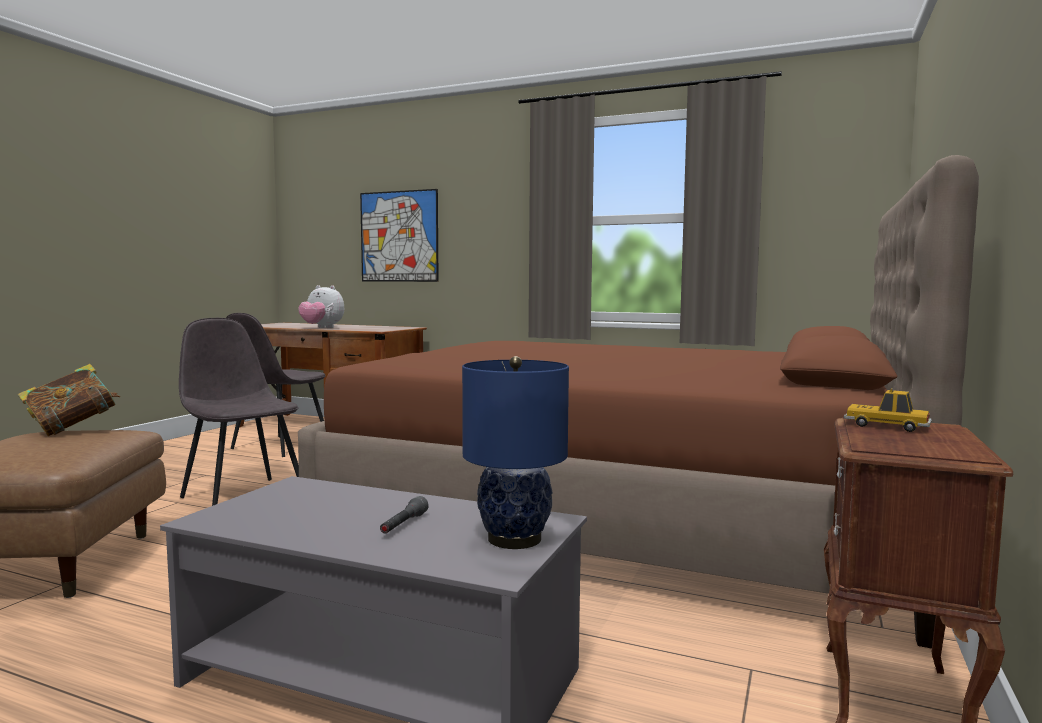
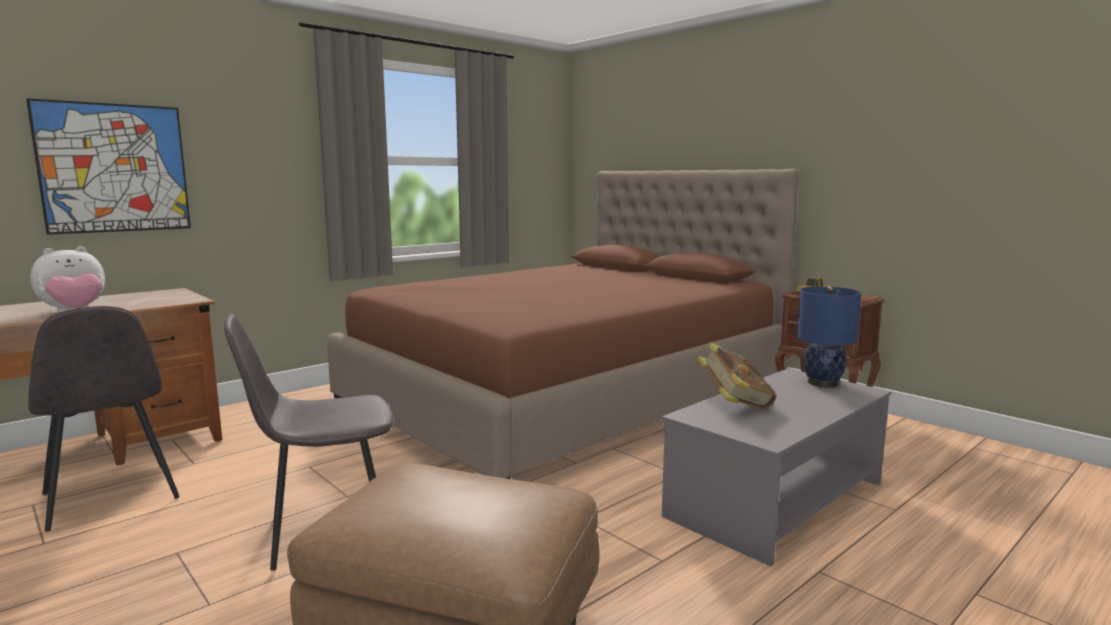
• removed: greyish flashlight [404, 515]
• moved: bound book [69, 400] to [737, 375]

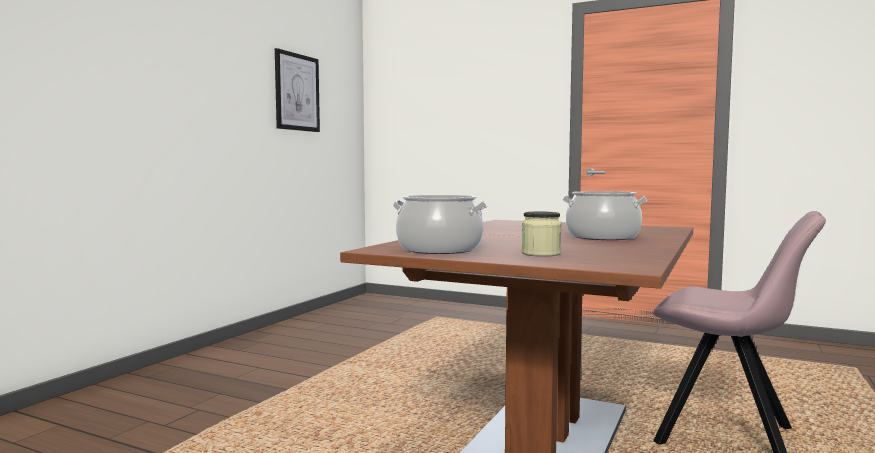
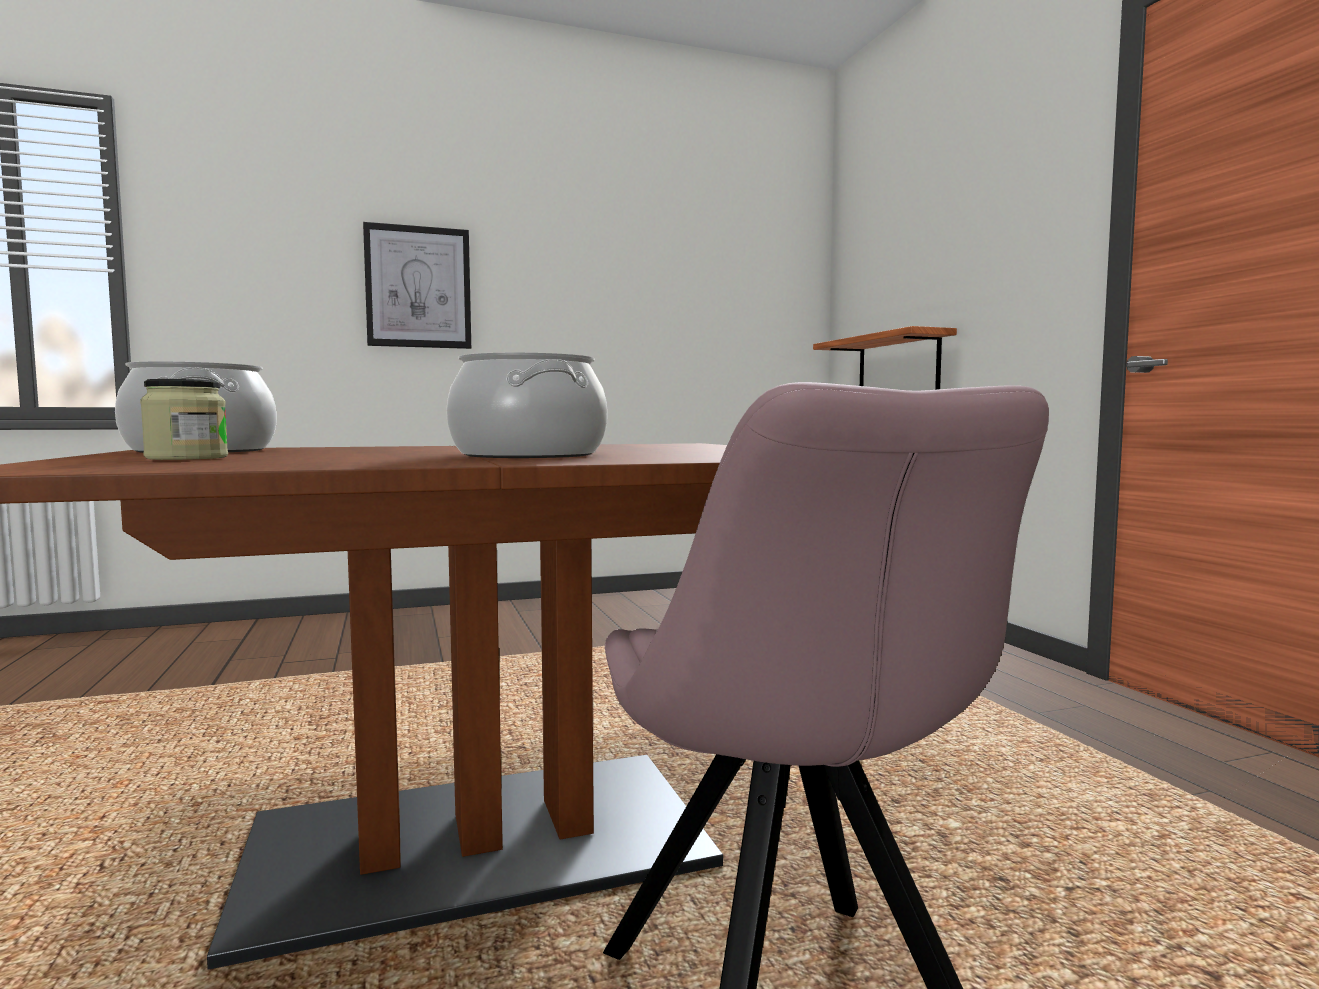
• added: wall shelf [885, 358]
• moved: wall picture [297, 90] to [417, 285]

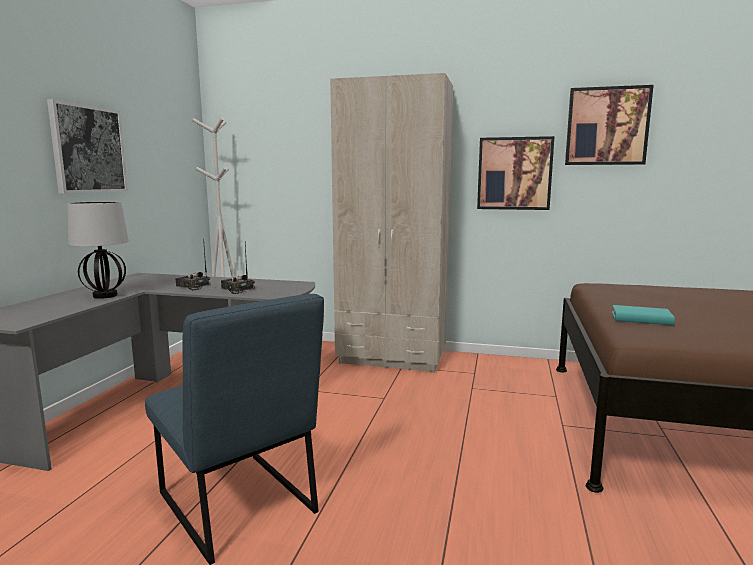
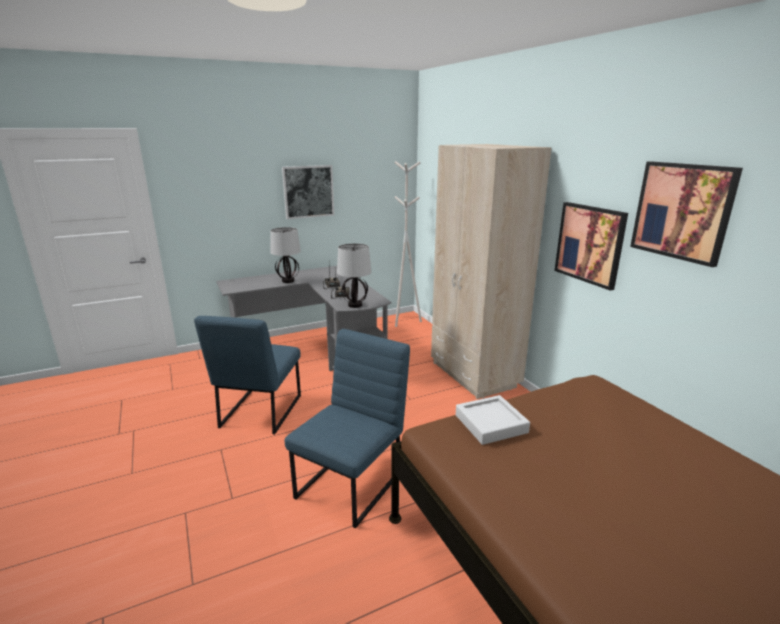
• added: blue chair [347, 429]
• added: lamp for a table [354, 275]
• replaced: turquoise-coloured bound book [643, 315] to greyish serving tray [493, 420]

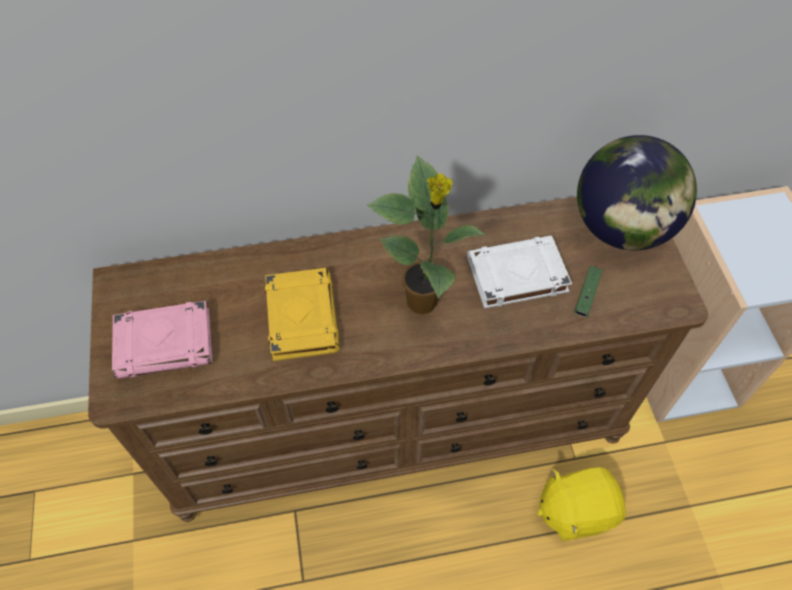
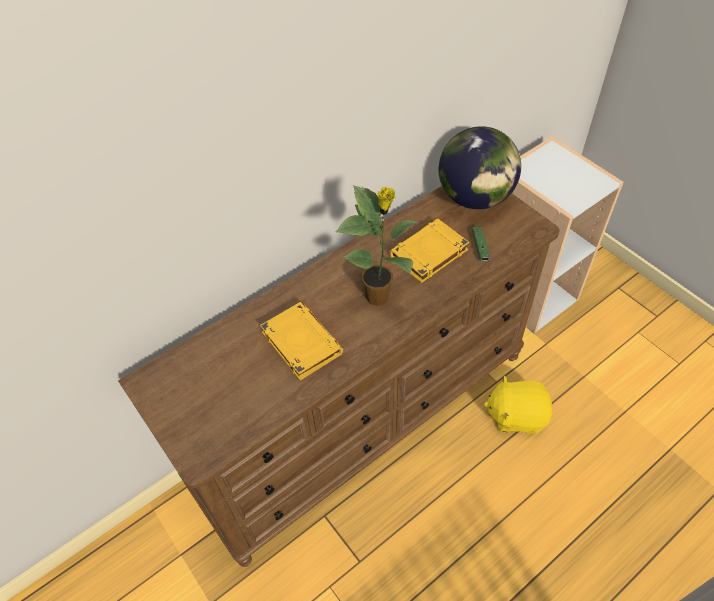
• removed: pink-coloured bound book [162, 340]
• recoloured: whitish bound book [519, 272] to yellow-coloured bound book [429, 251]
• turned: yellow-coloured soft toy [581, 504] = [518, 404] 45 degrees clockwise

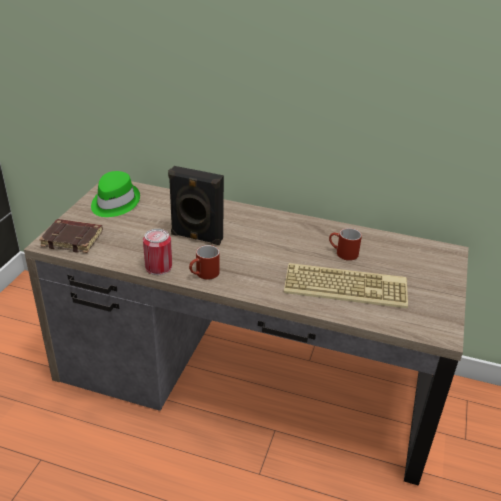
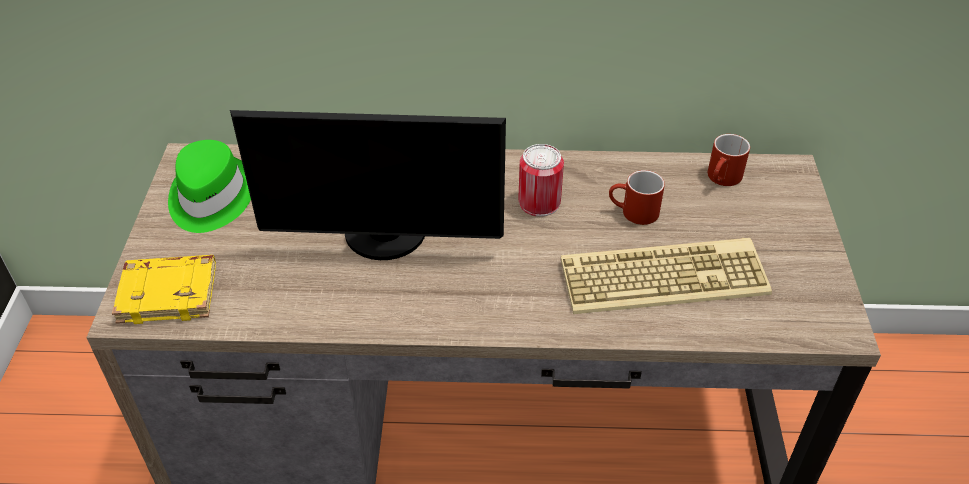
• moved: metal can [157, 252] to [541, 180]
• moved: reddish coffee mug [204, 262] to [729, 160]
• replaced: black loudspeaker [196, 205] to computer screen [368, 185]
• recoloured: brownish bound book [71, 236] to yellow-coloured bound book [164, 289]

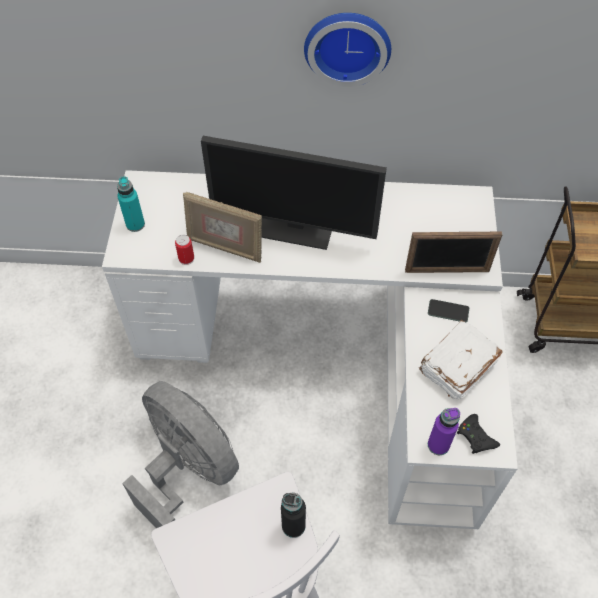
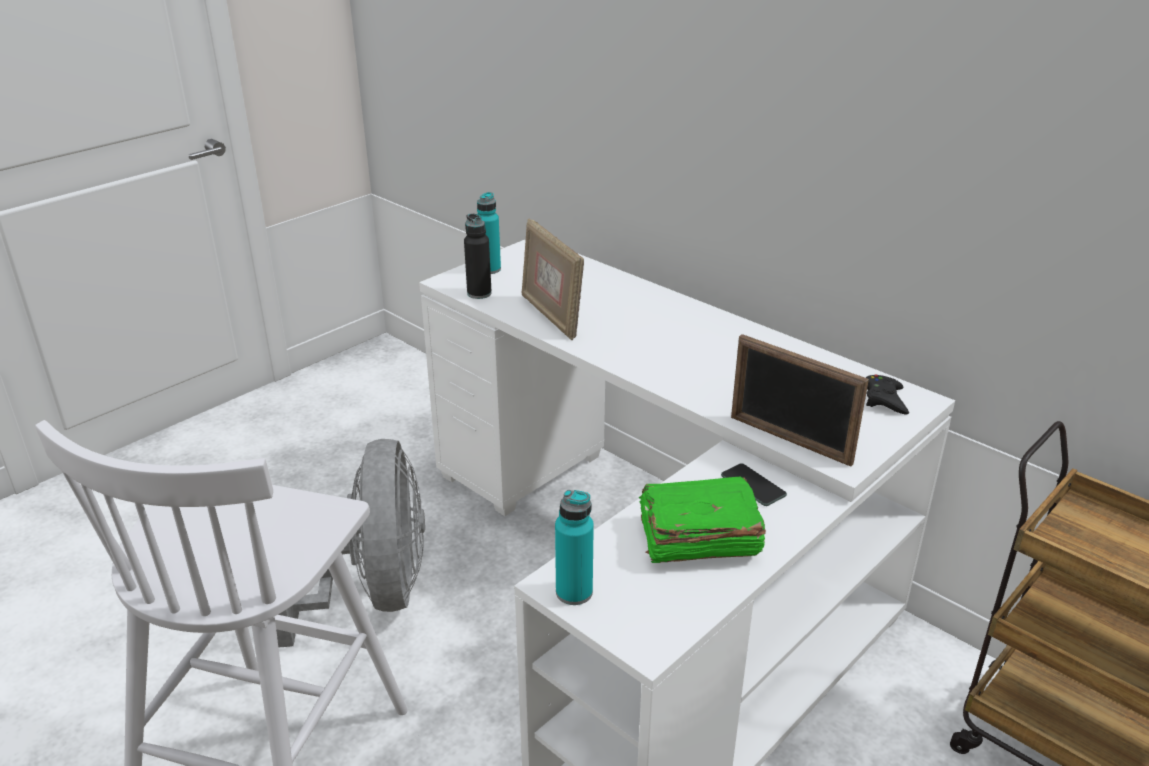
• removed: metal can [184, 250]
• removed: computer screen [294, 193]
• removed: wall clock [347, 50]
• moved: black beverage bottle [293, 515] to [478, 256]
• moved: black joypad [478, 434] to [887, 394]
• recoloured: whitish bound book [461, 359] to green bound book [702, 520]
• recoloured: purple beverage bottle [444, 431] to turquoise-coloured beverage bottle [574, 547]

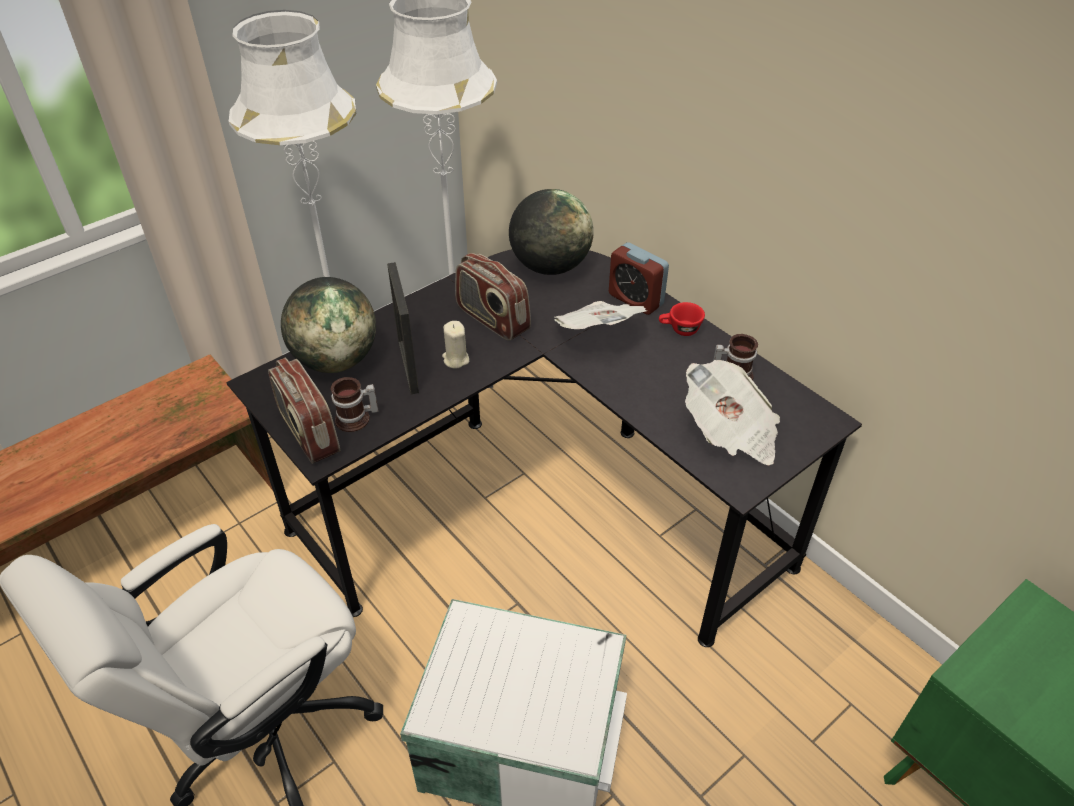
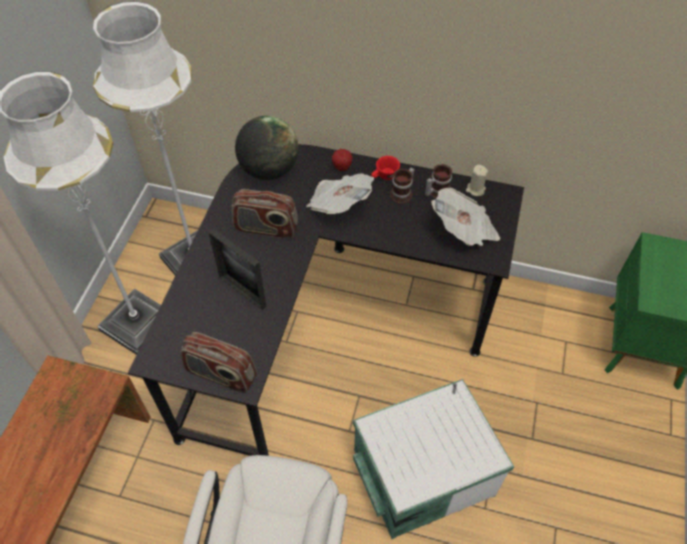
• removed: globe [328, 325]
• moved: coffee mug [355, 404] to [402, 185]
• moved: sand-coloured wax candle [455, 344] to [477, 180]
• replaced: alarm clock [639, 279] to apple [342, 160]

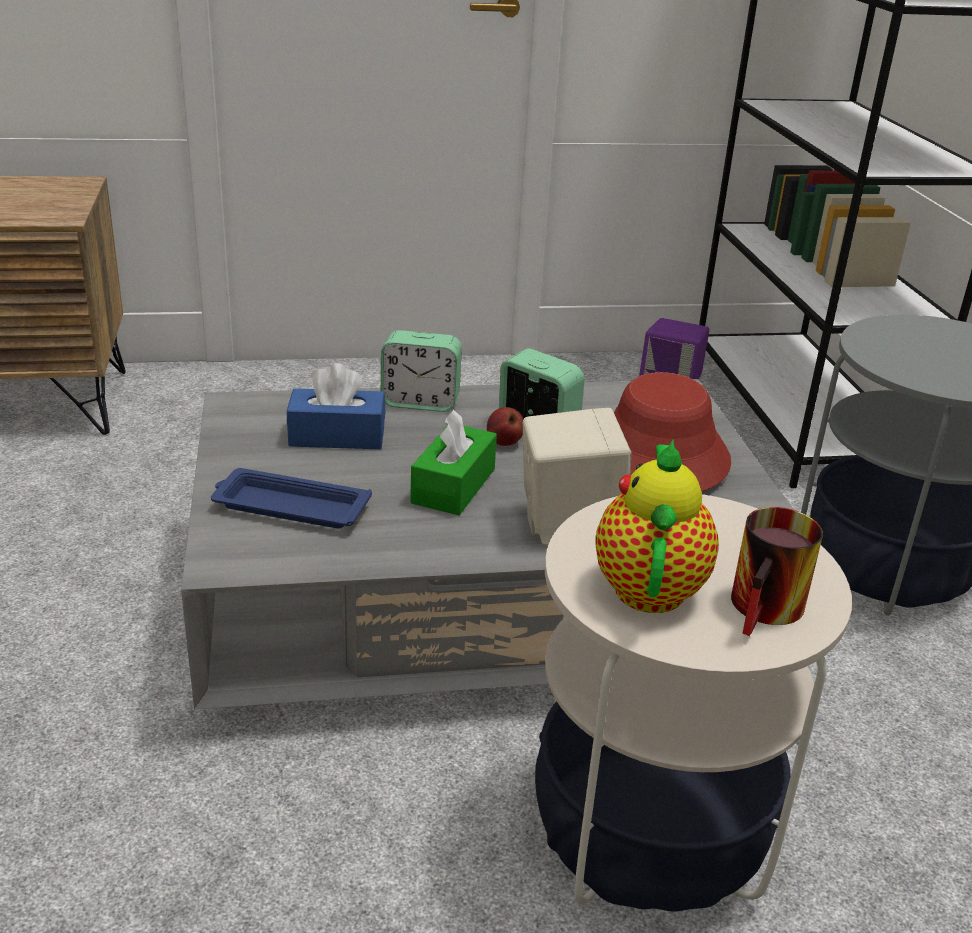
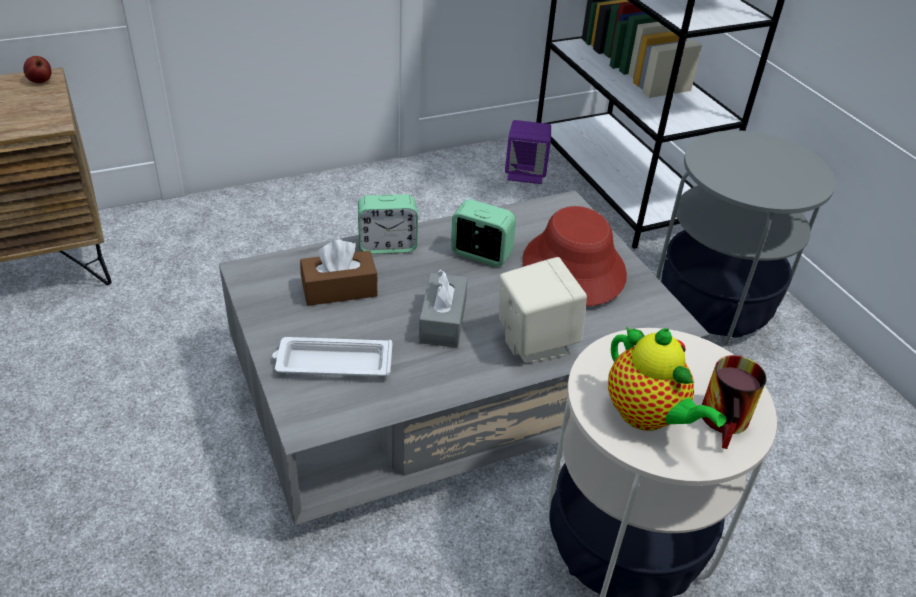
• moved: apple [505, 426] to [37, 69]
• recoloured: blue serving tray [291, 498] to whitish serving tray [332, 357]
• recoloured: blue tissue box [336, 406] to brownish tissue box [339, 272]
• recoloured: green tissue box [453, 462] to greyish tissue box [443, 309]
• turned: teapot [657, 526] = [667, 379] 150 degrees clockwise

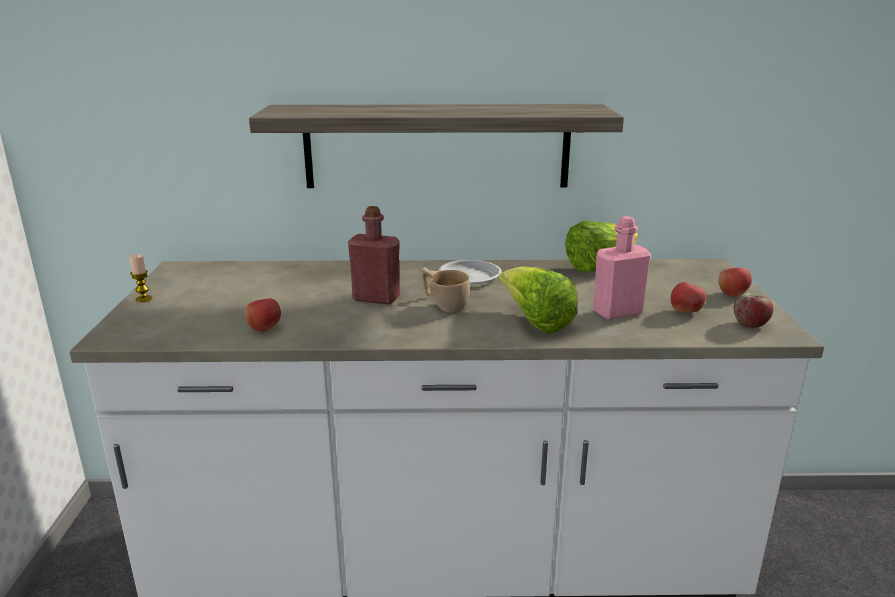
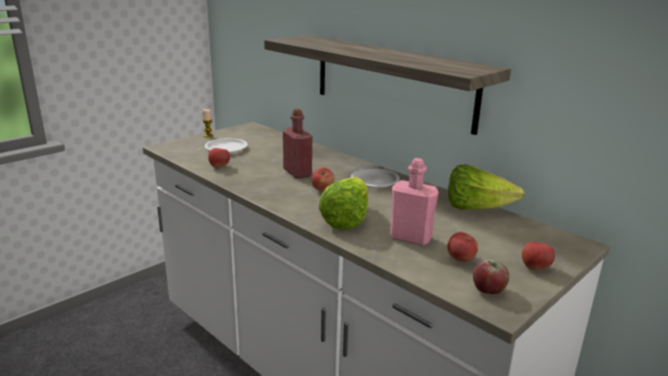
• added: whitish dinner plate [226, 145]
• replaced: sand-coloured cup [446, 289] to apple [323, 179]

